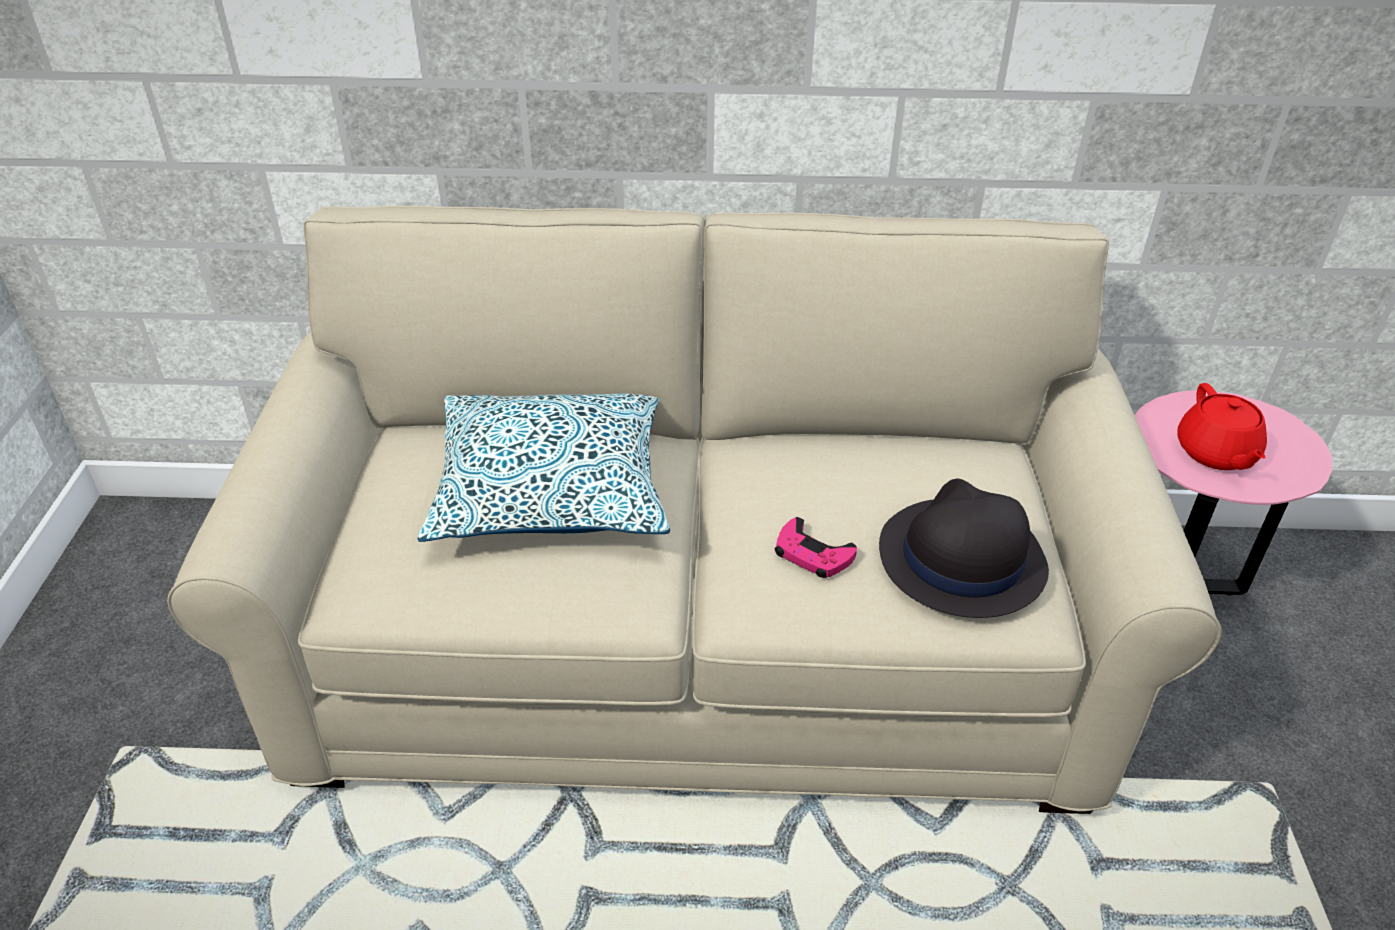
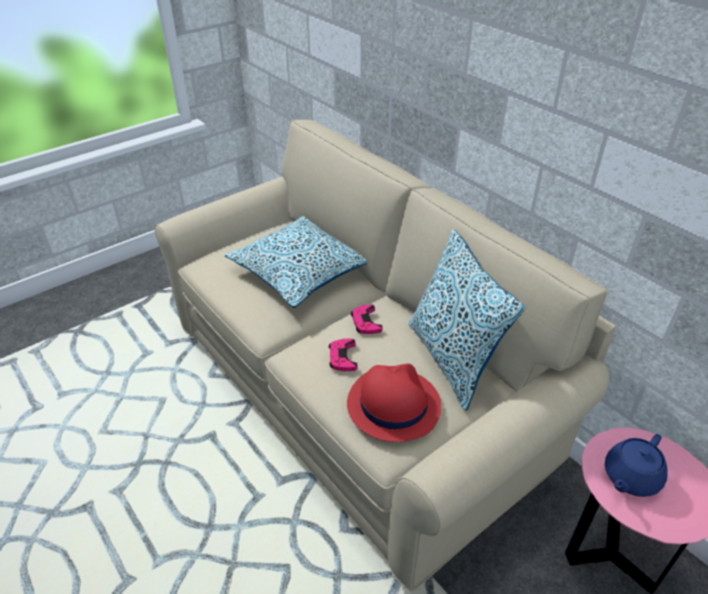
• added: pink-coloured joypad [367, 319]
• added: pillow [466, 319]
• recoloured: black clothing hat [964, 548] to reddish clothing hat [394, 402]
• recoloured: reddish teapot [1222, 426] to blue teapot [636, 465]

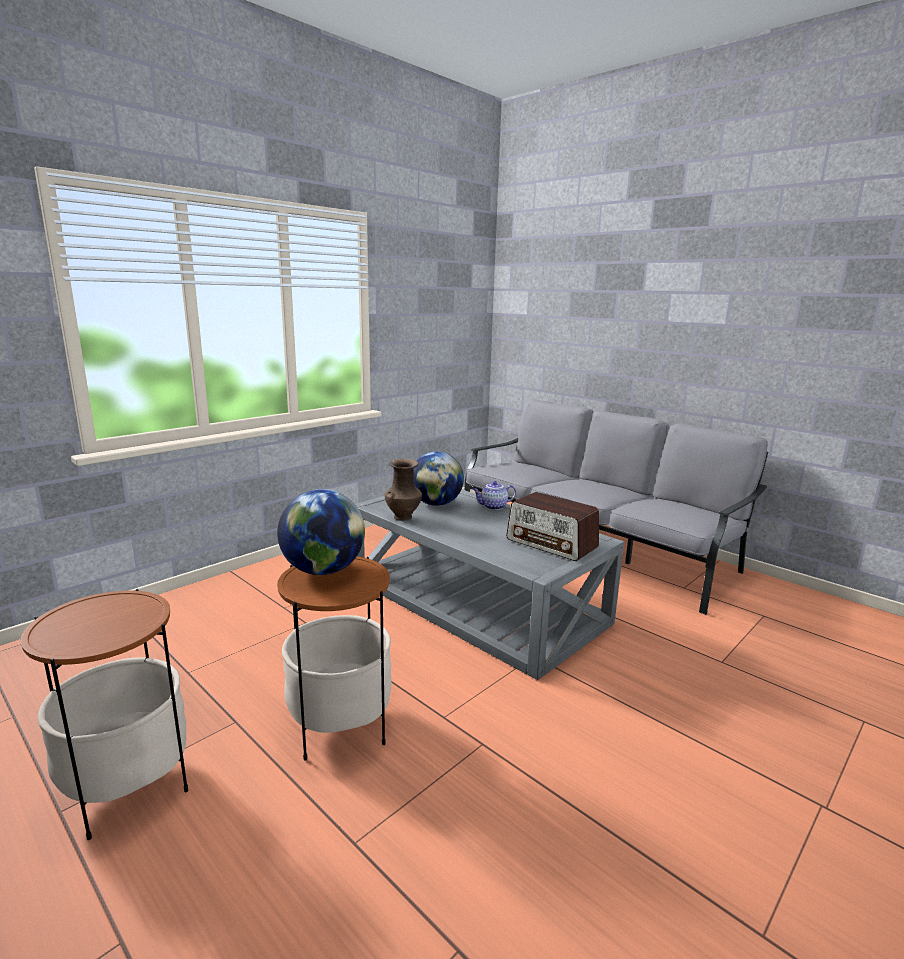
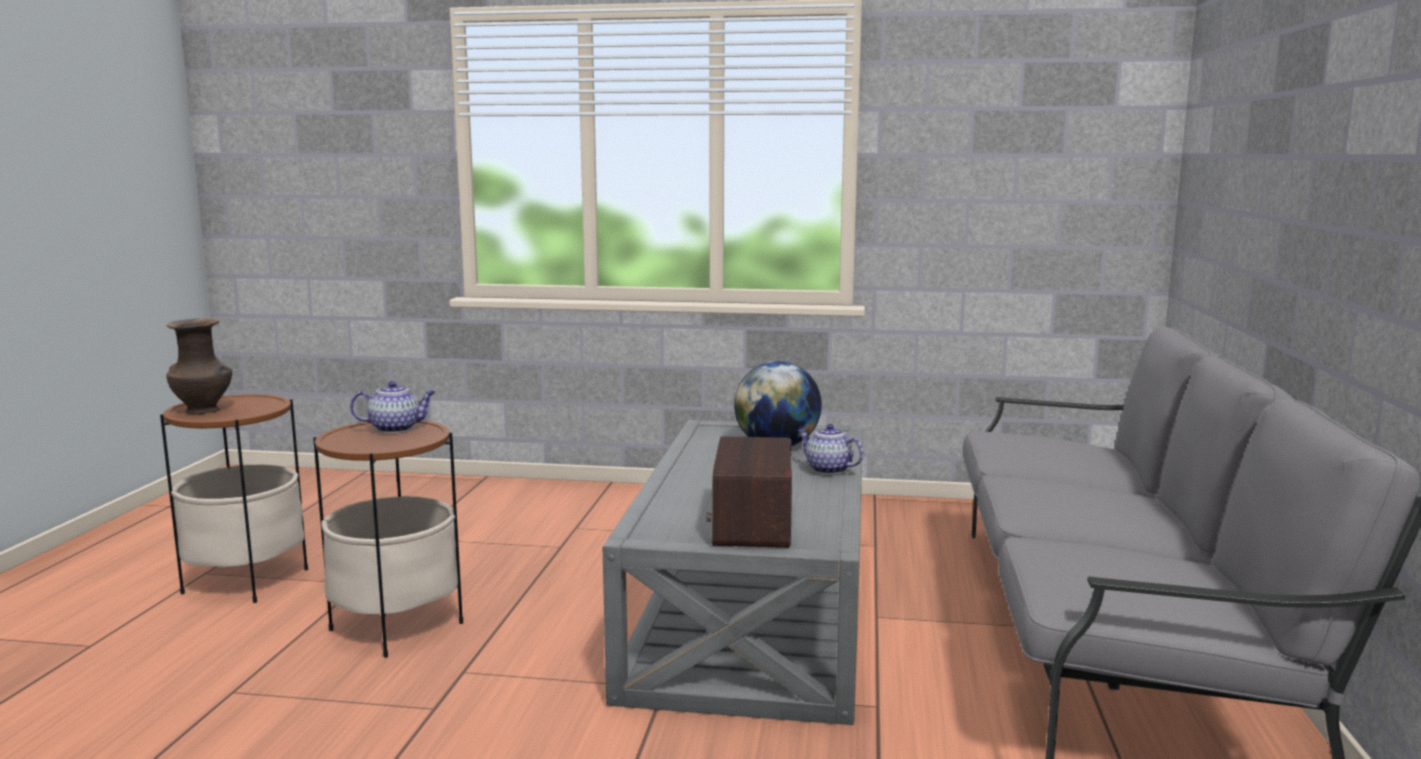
• moved: brownish decorative vase [403, 490] to [199, 366]
• replaced: globe [321, 532] to teapot [392, 407]

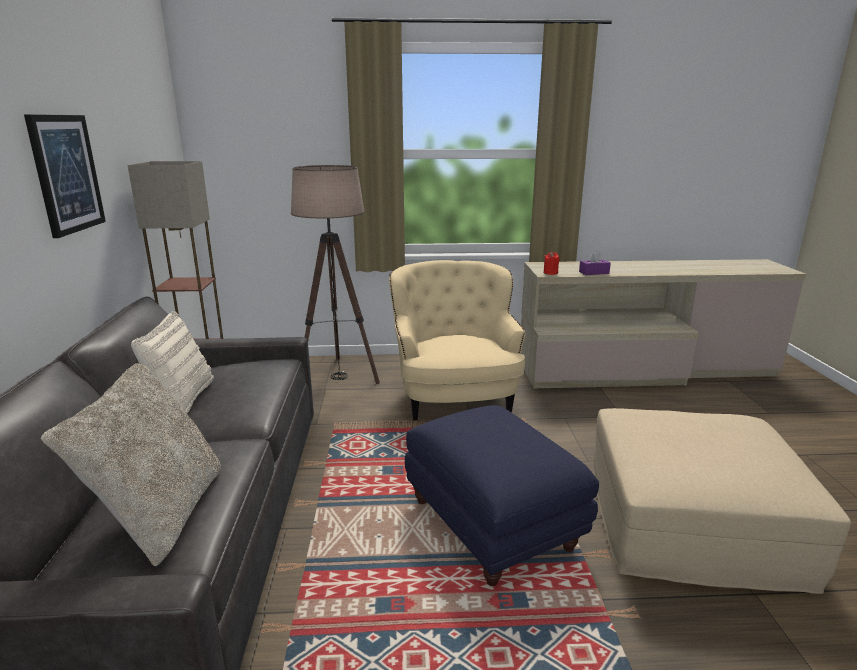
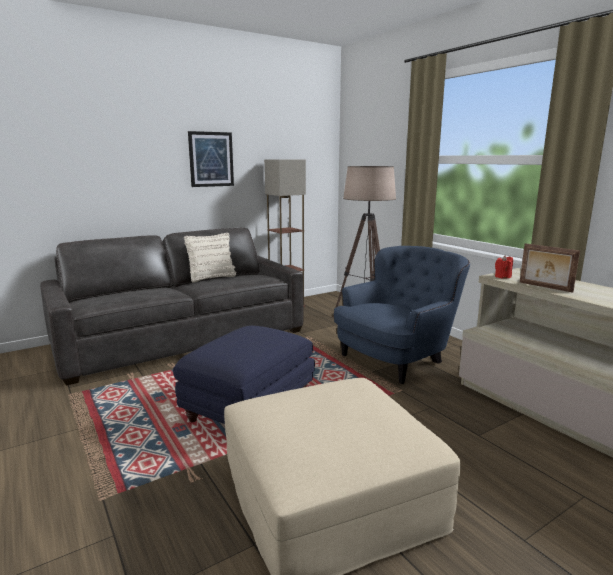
• removed: sand-coloured pillow [131, 464]
• replaced: purple tissue box [595, 263] to standing frame [550, 268]
• recoloured: sand-coloured easy chair [457, 340] to blue easy chair [402, 315]

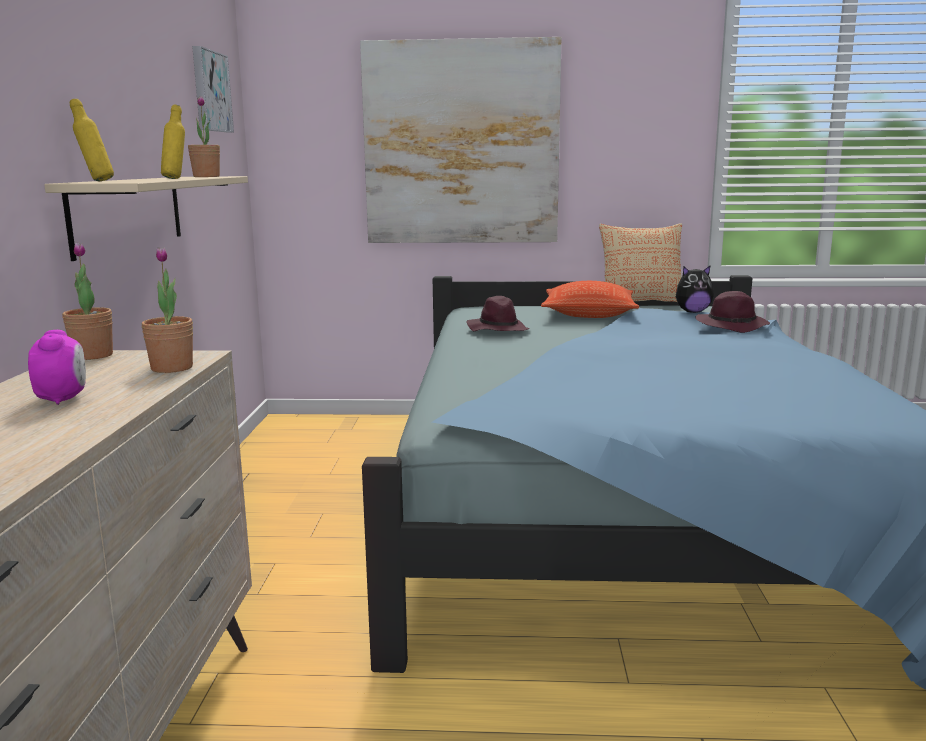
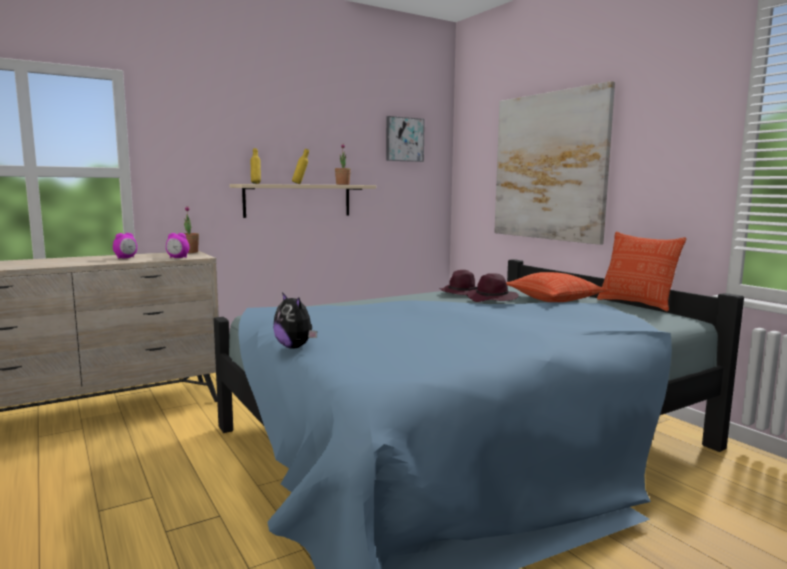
• moved: soft toy [695, 289] to [295, 320]
• moved: purple clothing hat [732, 312] to [493, 287]
• replaced: plant in a pot [167, 310] to alarm clock [177, 245]
• recoloured: sand-coloured pillow [640, 262] to orangey pillow [641, 271]

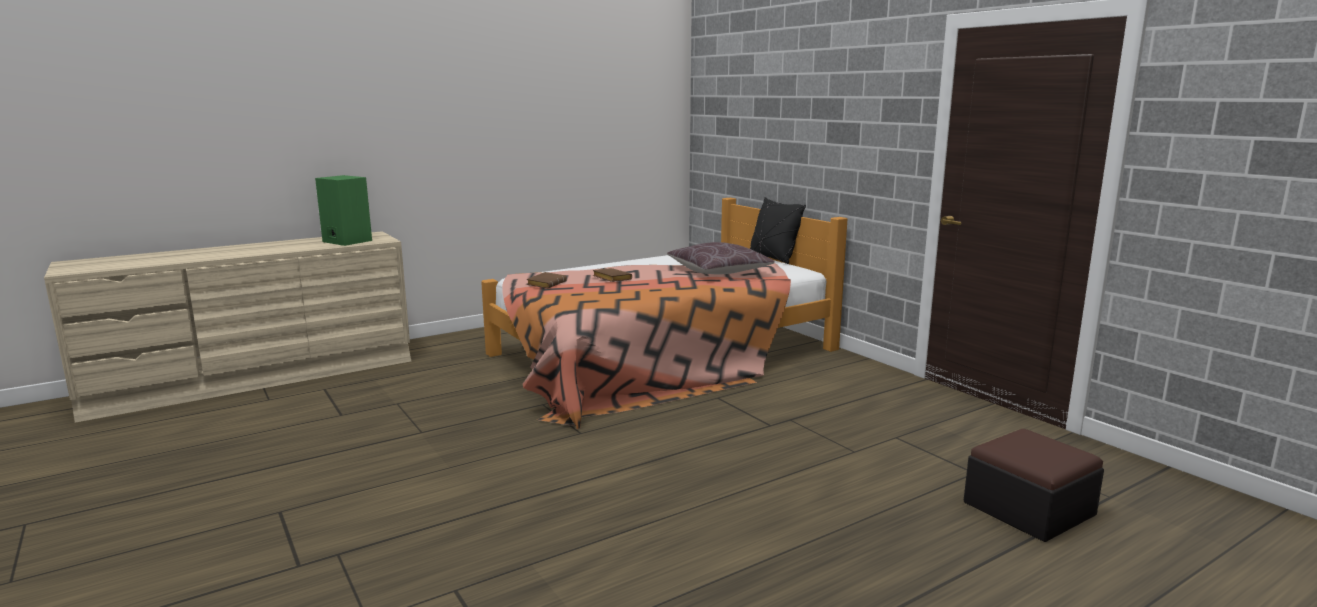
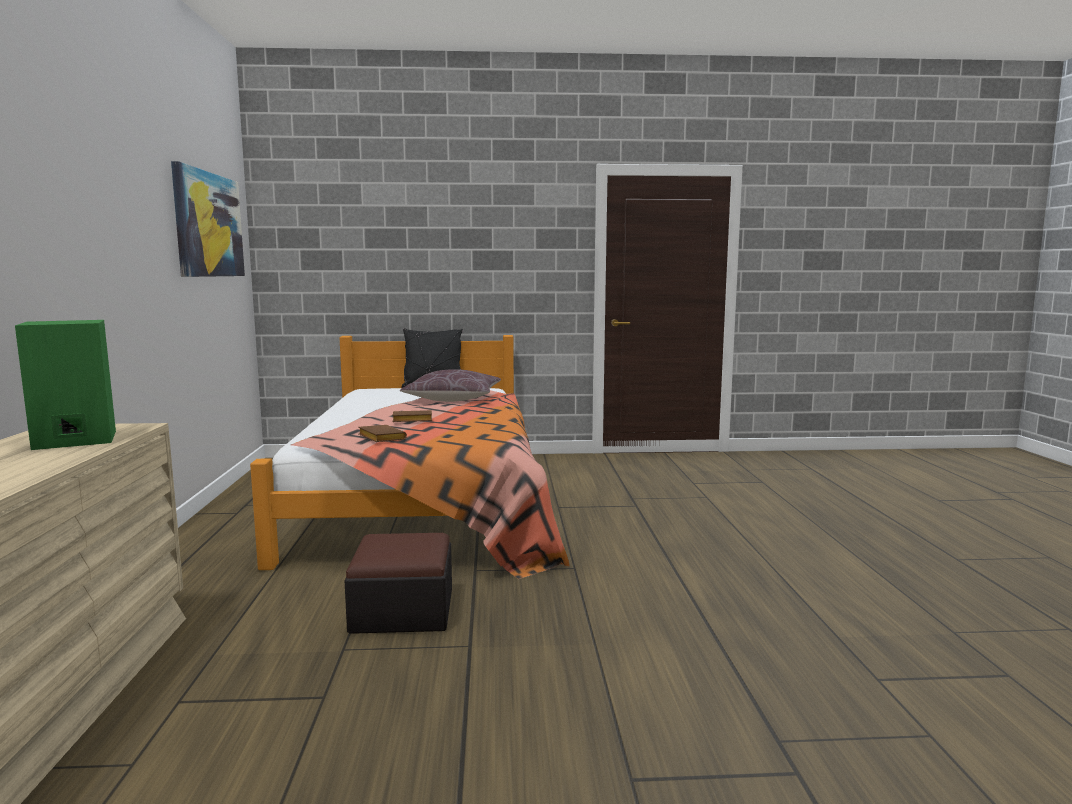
• added: wall picture [208, 219]
• moved: pouffe [1034, 485] to [398, 583]

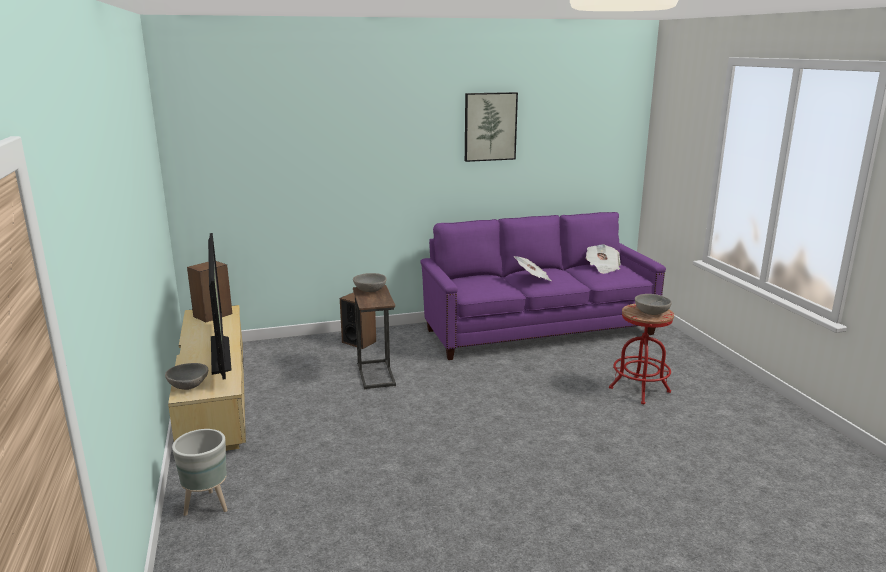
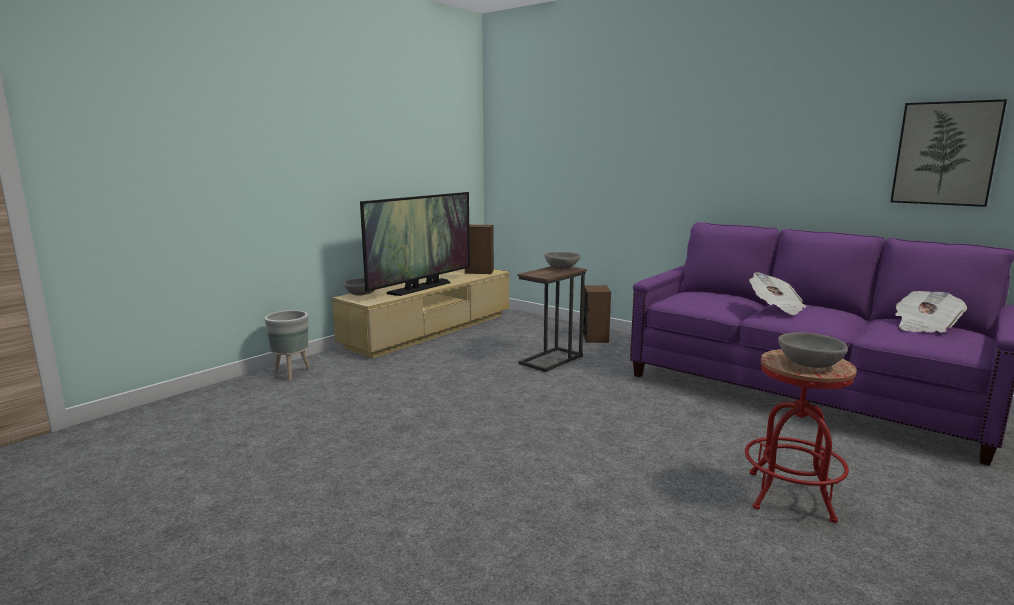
• moved: wall picture [491, 127] to [948, 153]

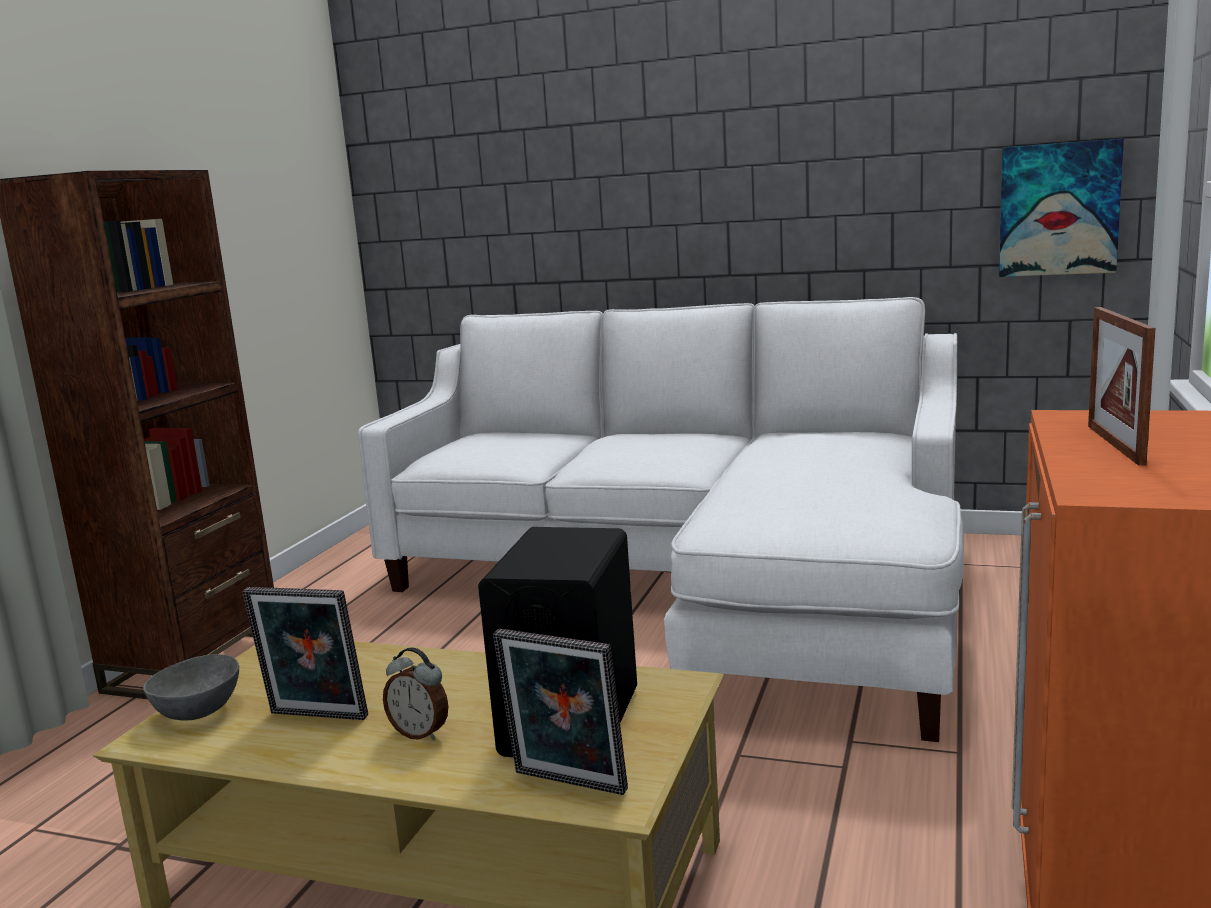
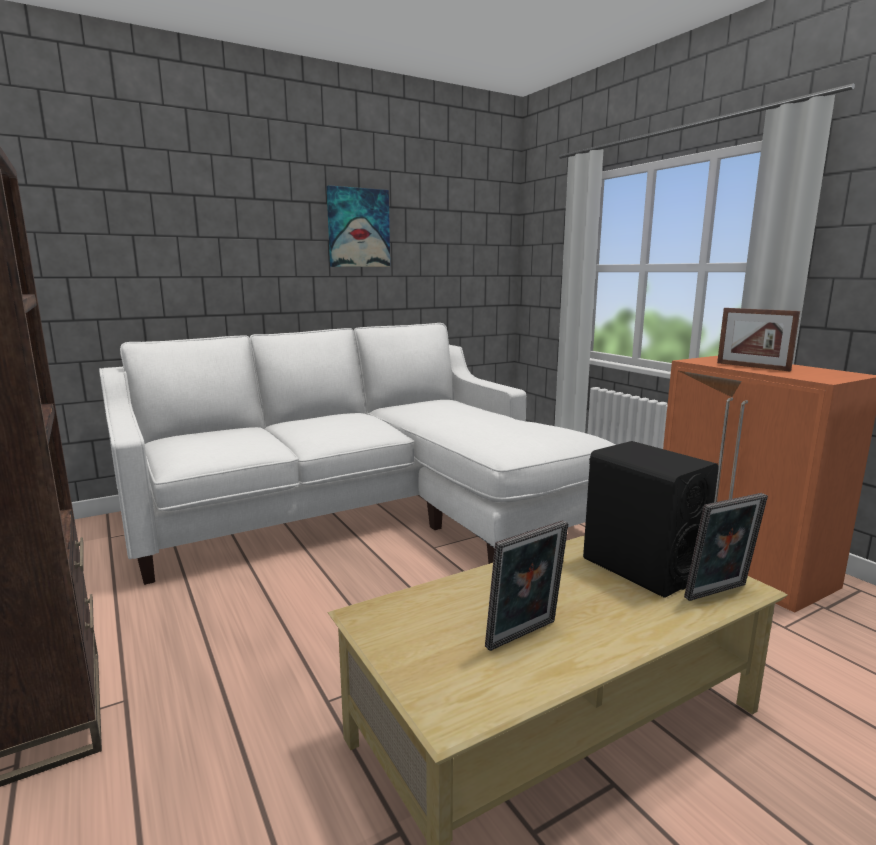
• removed: greyish bowl [191, 687]
• removed: alarm clock [415, 694]
• moved: wall picture [1061, 207] to [358, 226]

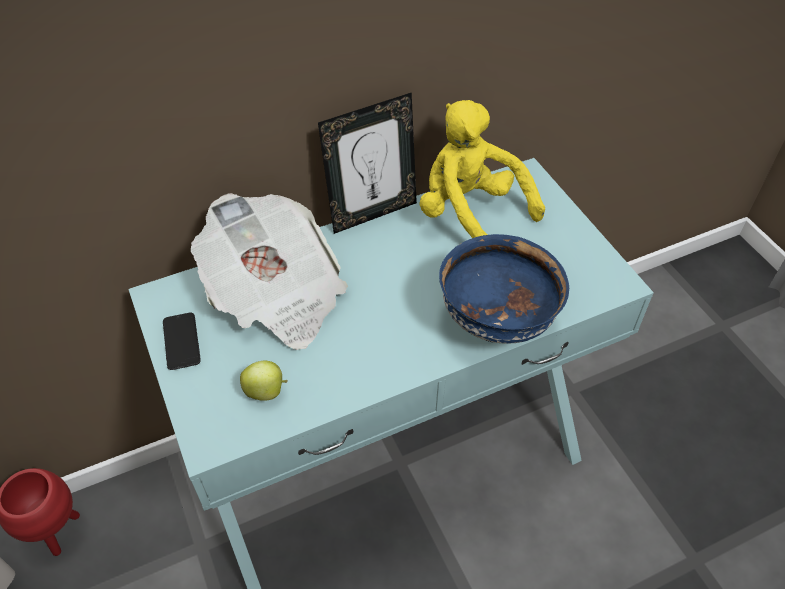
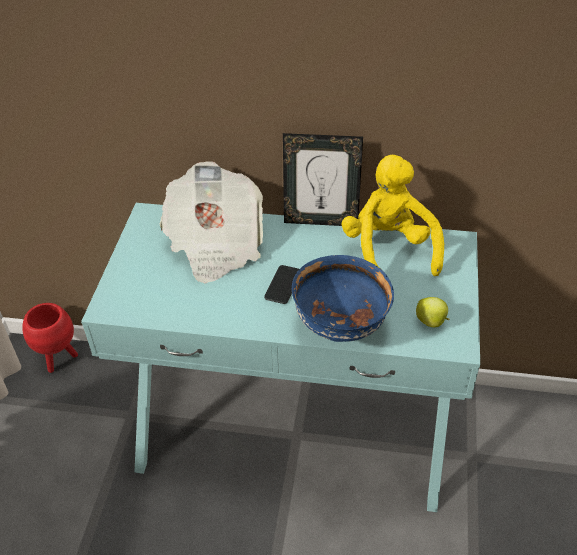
• moved: phone [182, 341] to [281, 284]
• moved: apple [264, 381] to [433, 312]

